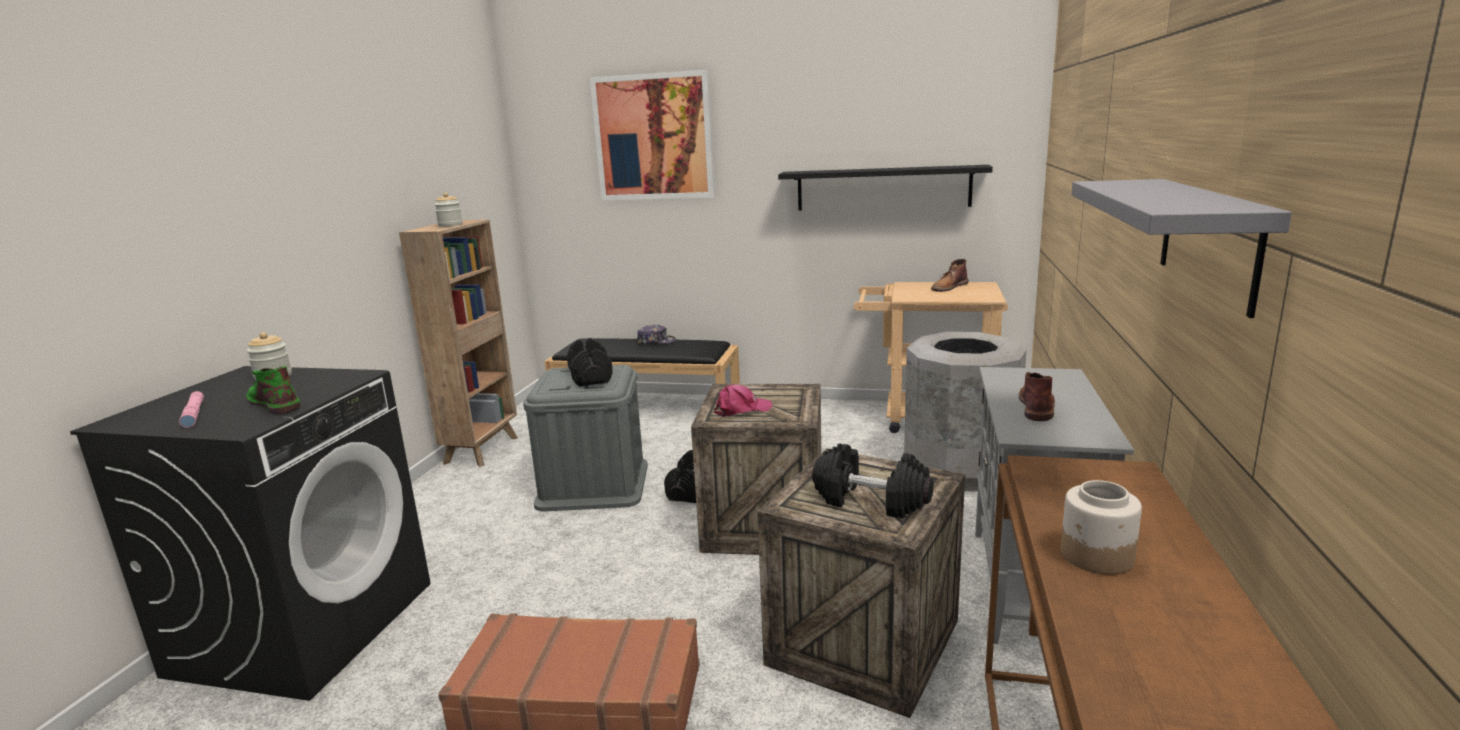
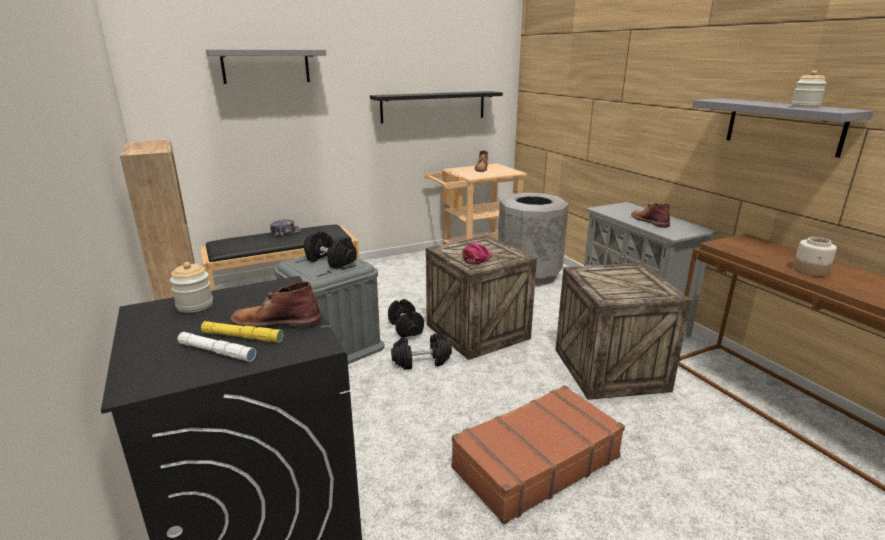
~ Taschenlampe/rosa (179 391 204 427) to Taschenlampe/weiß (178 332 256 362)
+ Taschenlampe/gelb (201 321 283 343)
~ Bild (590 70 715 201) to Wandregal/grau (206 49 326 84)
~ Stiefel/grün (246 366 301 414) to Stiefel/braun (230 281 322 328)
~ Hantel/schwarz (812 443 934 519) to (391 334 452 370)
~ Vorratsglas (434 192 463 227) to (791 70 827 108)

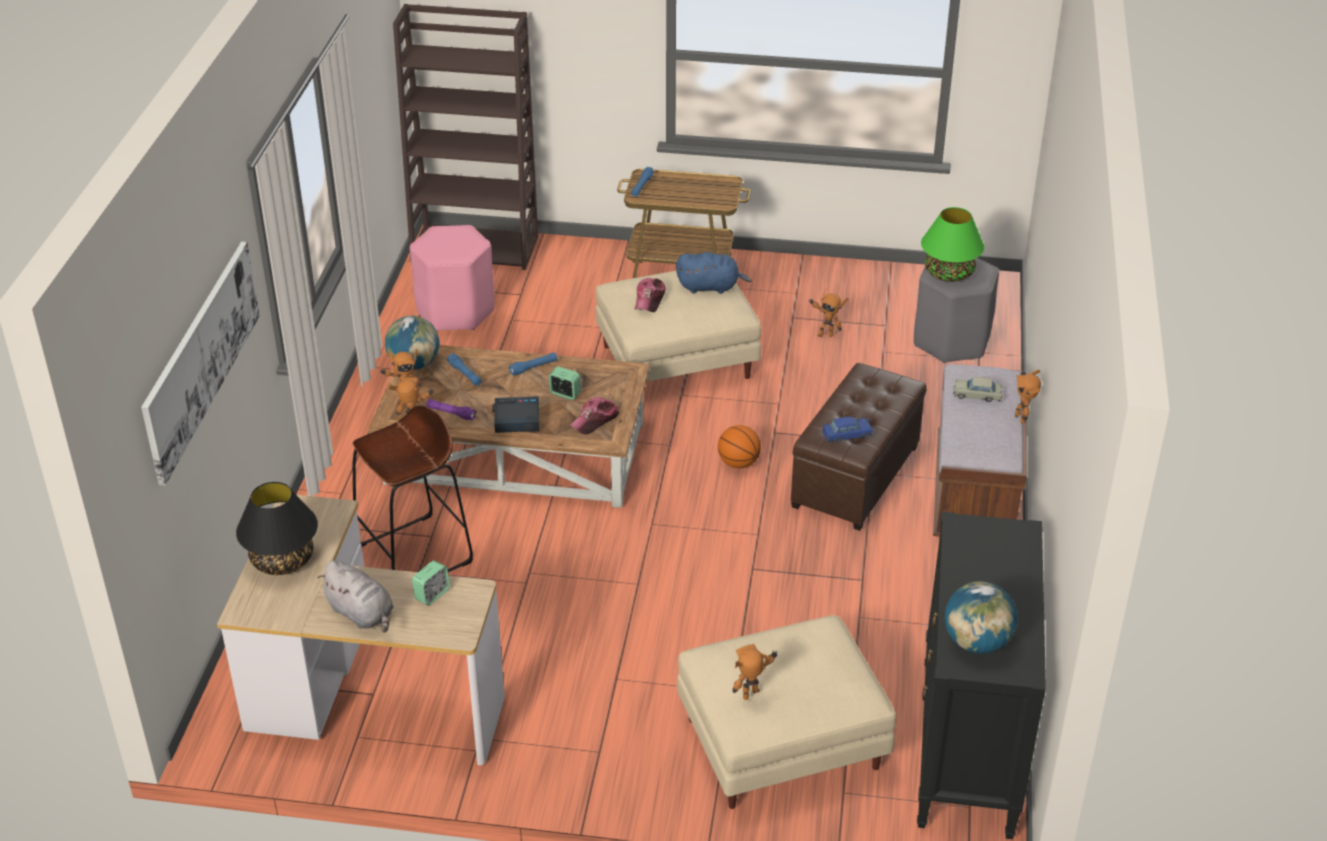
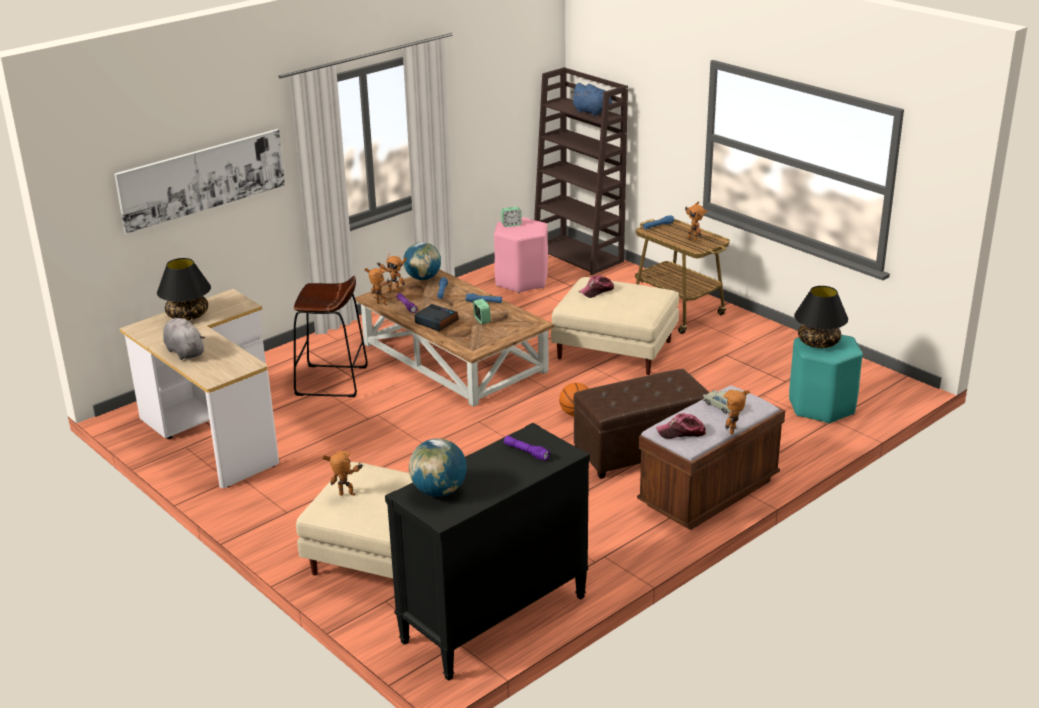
~ Plüschtier/grau (318 560 394 633) = (163 318 205 360) 150 degrees clockwise
~ Wecker (412 560 450 605) to (501 207 522 227)
+ Taschenlampe/lila (504 436 550 461)
~ Plüschtier/blau (676 252 752 294) to (571 83 612 116)
~ Kappe (570 397 620 435) to (656 413 706 439)
~ Spielzeugroboter (810 289 848 337) to (685 201 707 241)
~ Hocker/grau (914 257 999 363) to Hocker/türkis (789 335 863 424)
~ Tischlampe/grün (921 207 984 282) to Tischlampe/schwarz (794 286 848 348)
- Spielzeugauto/blau (822 417 873 442)

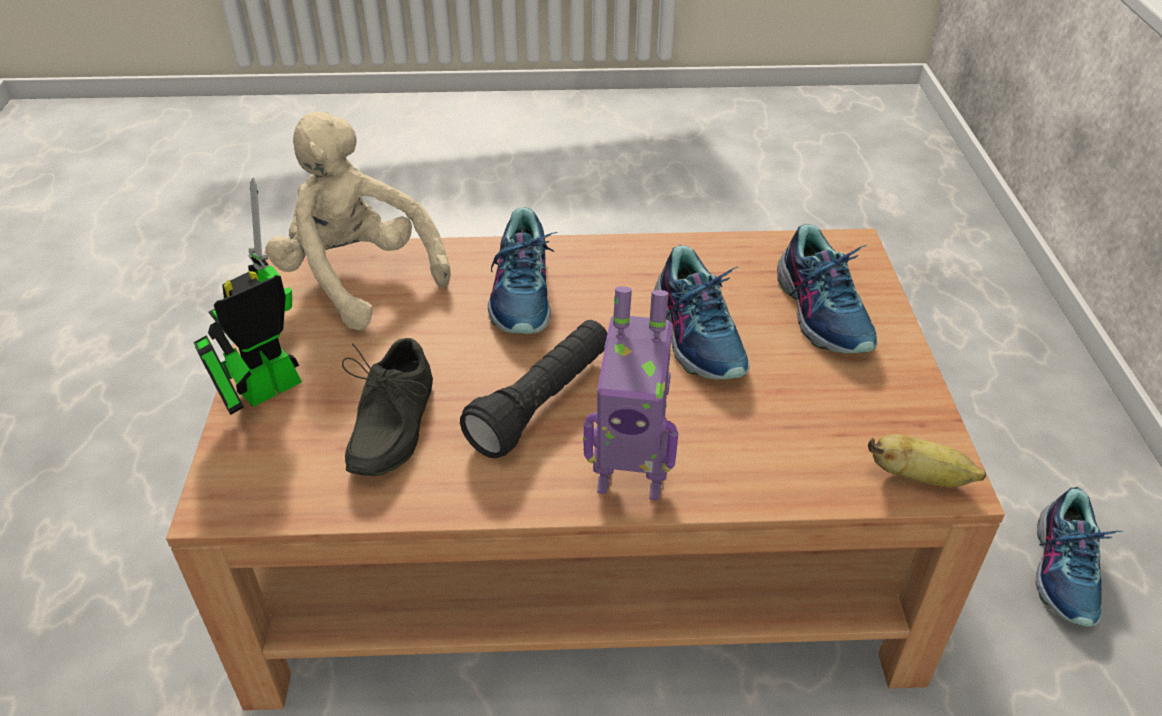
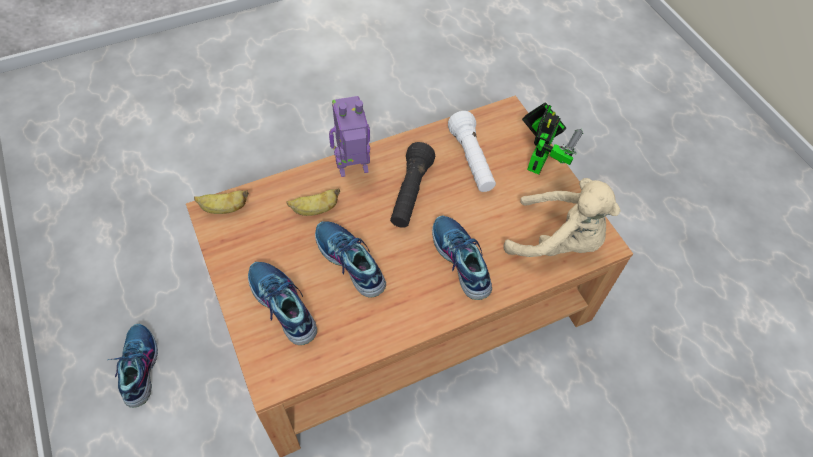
+ Banane (286 188 340 216)
~ Schuh/grau (342 338 433 476) to Taschenlampe/weiß (448 111 496 192)

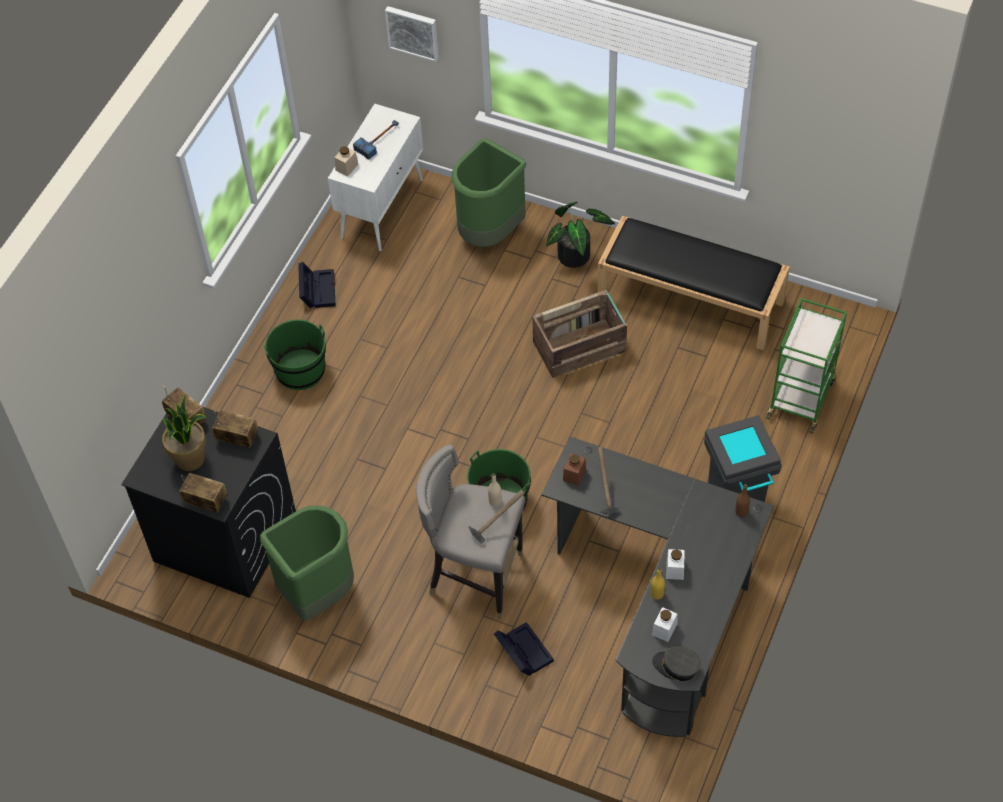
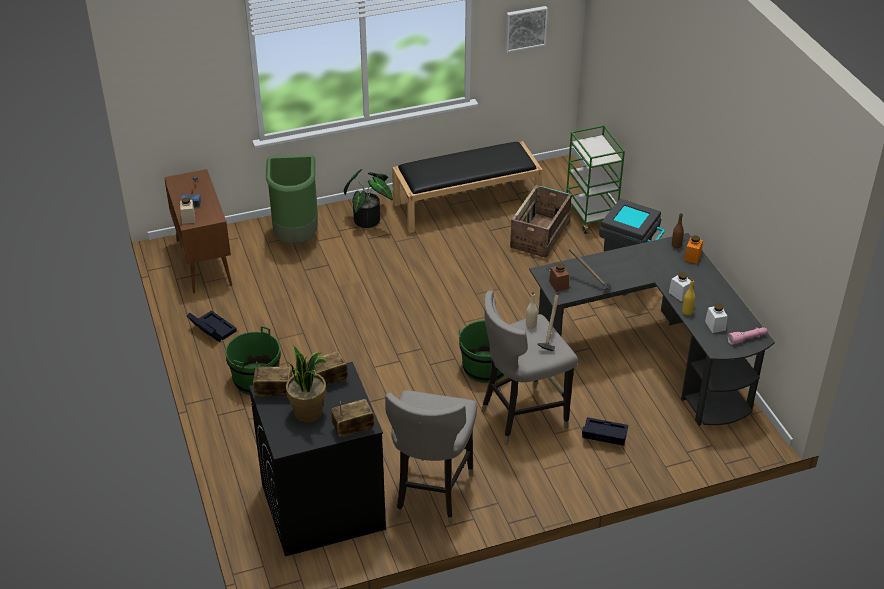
~ Schrank/weiß (328 104 423 251) to Schrank/braun (164 169 232 293)
~ Mülleimer/grün (260 506 354 621) to Hocker/grau (385 390 477 526)
~ Bild (385 6 439 62) to (505 6 548 52)
~ Kiste (532 290 627 378) to (510 185 572 258)
+ Vorratsglas/orange (684 235 703 264)
~ Kappe/grau (652 646 701 681) to Taschenlampe/rosa (727 327 767 345)

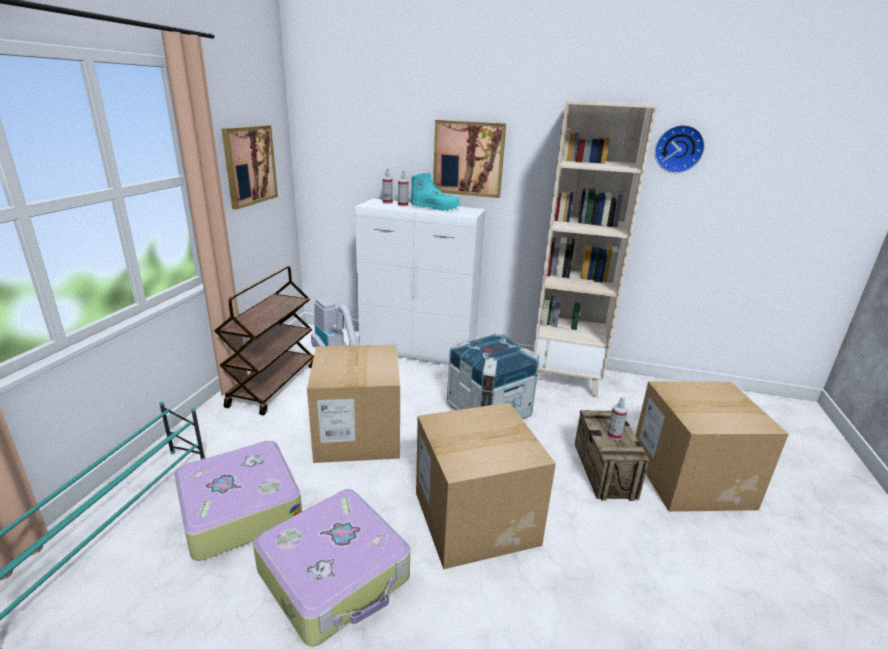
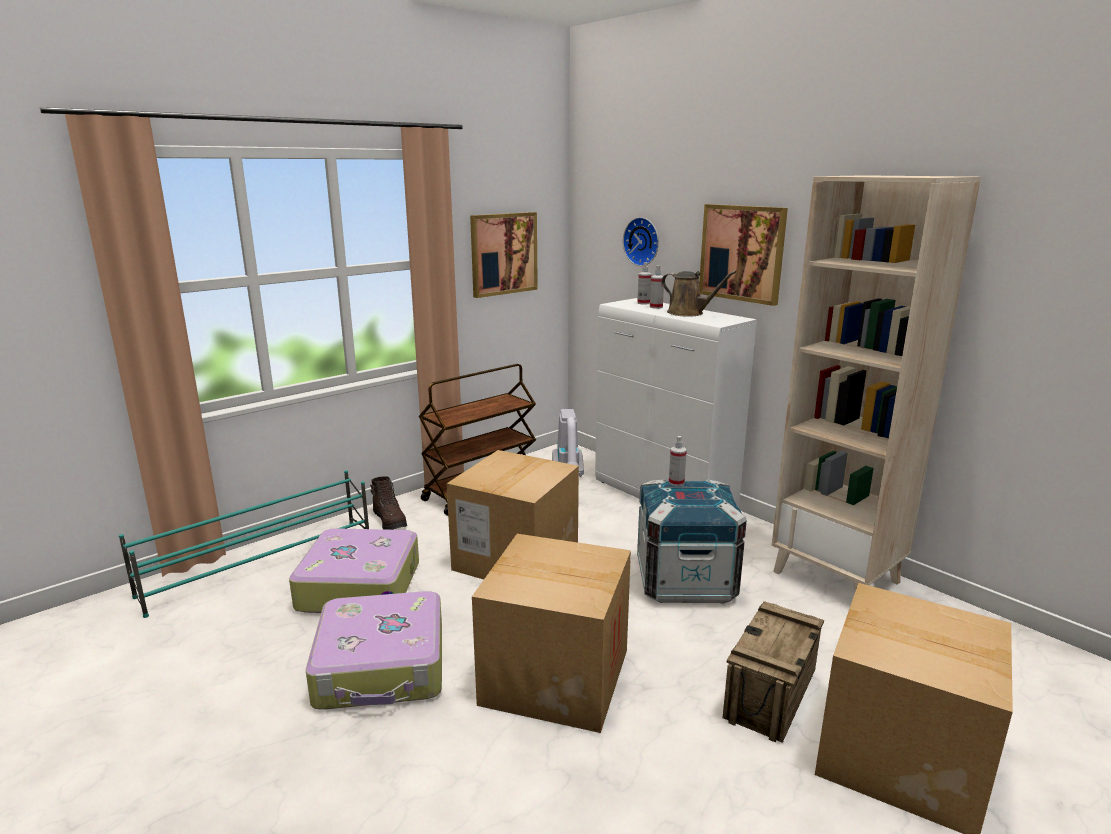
+ Stiefel/braun (370 476 407 530)
~ Wanduhr (655 125 705 173) to (623 217 659 266)
~ Stiefel/türkis (410 172 461 211) to Gießkanne/braun (661 271 736 317)
~ Sprühflasche (607 397 628 440) to (669 436 687 486)

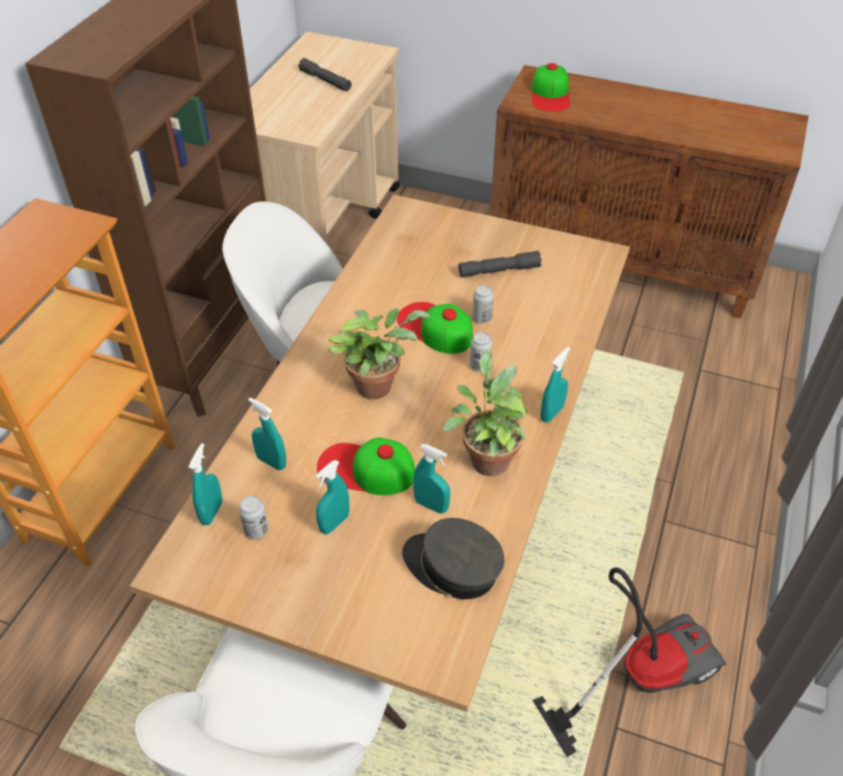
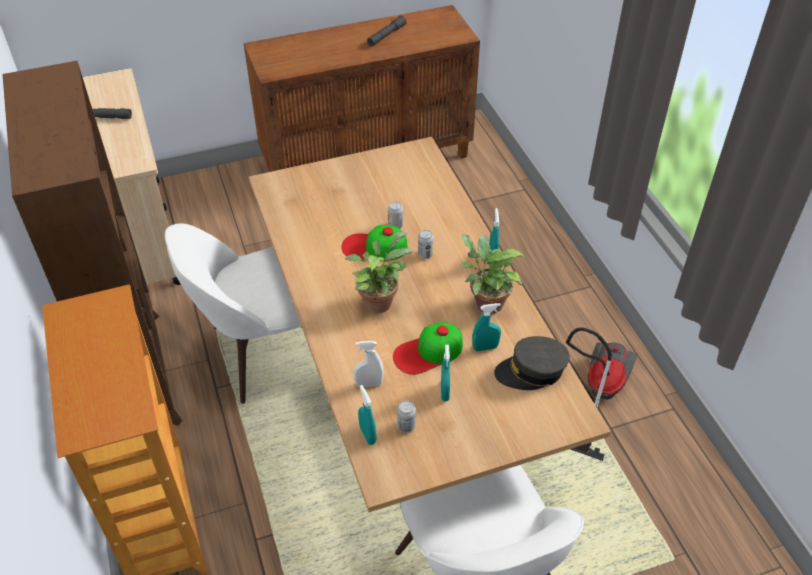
~ Sprühflasche/türkis (248 398 286 470) to Sprühflasche/weiß (353 341 383 387)
~ Taschenlampe/grau (459 251 542 277) to (367 15 407 46)
- Kappe (532 63 570 112)

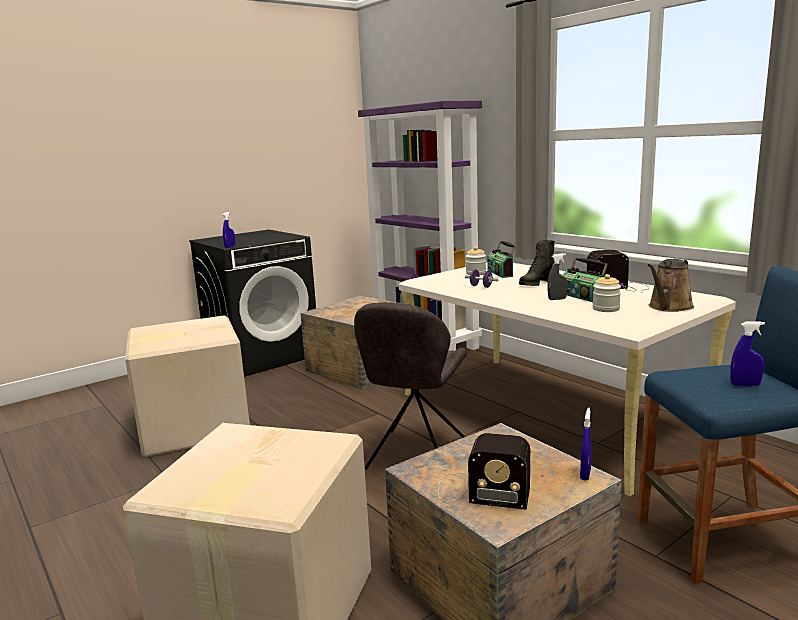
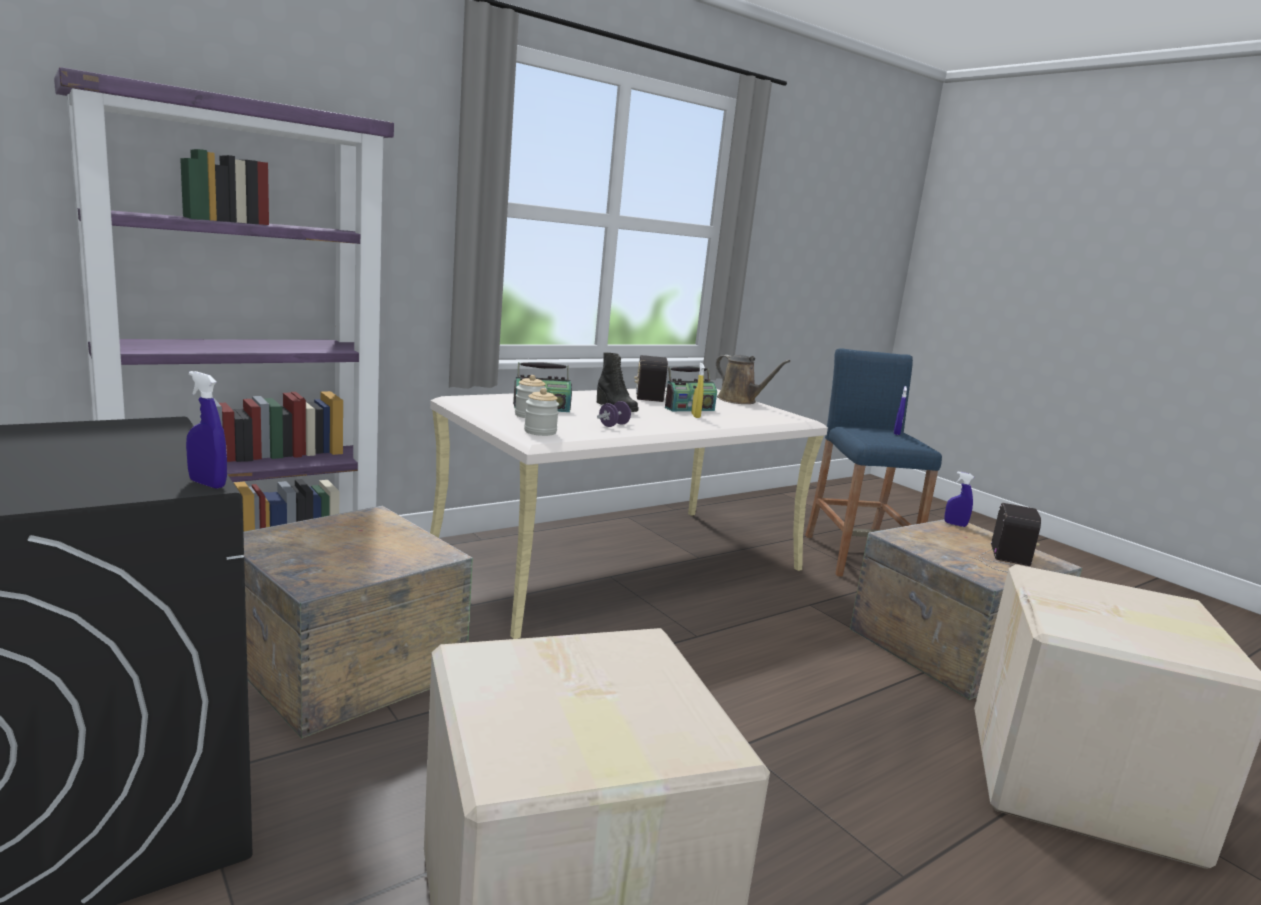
~ Vorratsglas (593 274 621 312) to (524 388 559 436)
~ Sprühflasche/grau (547 253 568 300) to Sprühflasche/gelb (691 363 705 418)
- Stuhl/grau (354 302 467 470)

